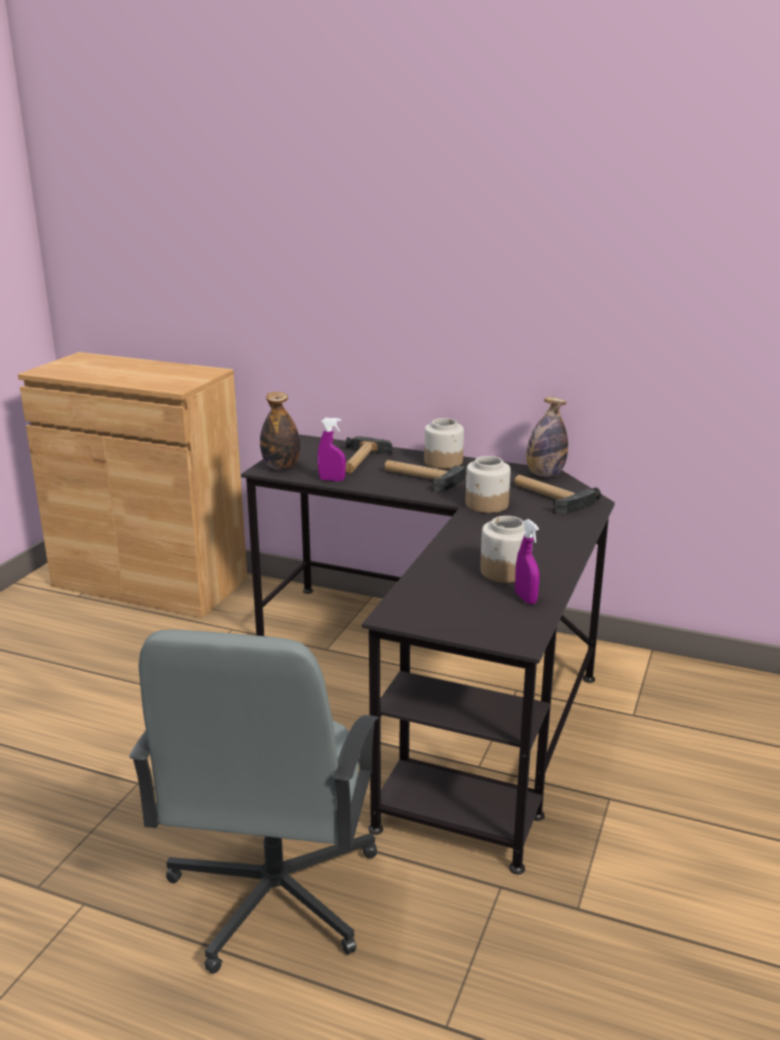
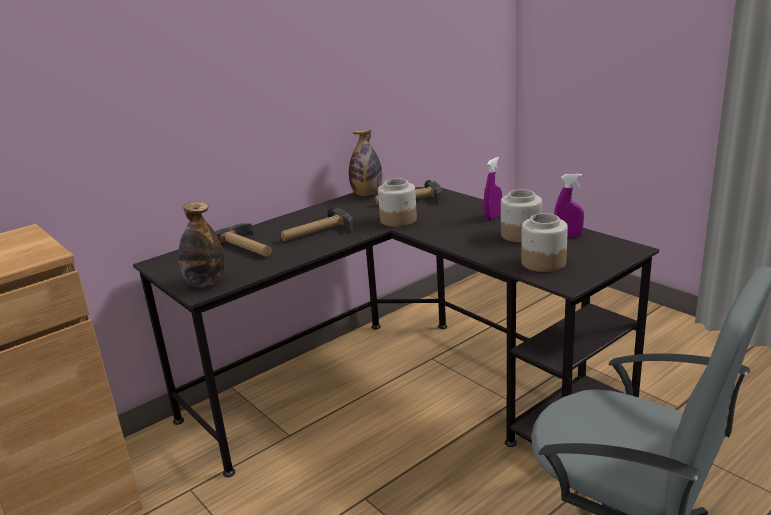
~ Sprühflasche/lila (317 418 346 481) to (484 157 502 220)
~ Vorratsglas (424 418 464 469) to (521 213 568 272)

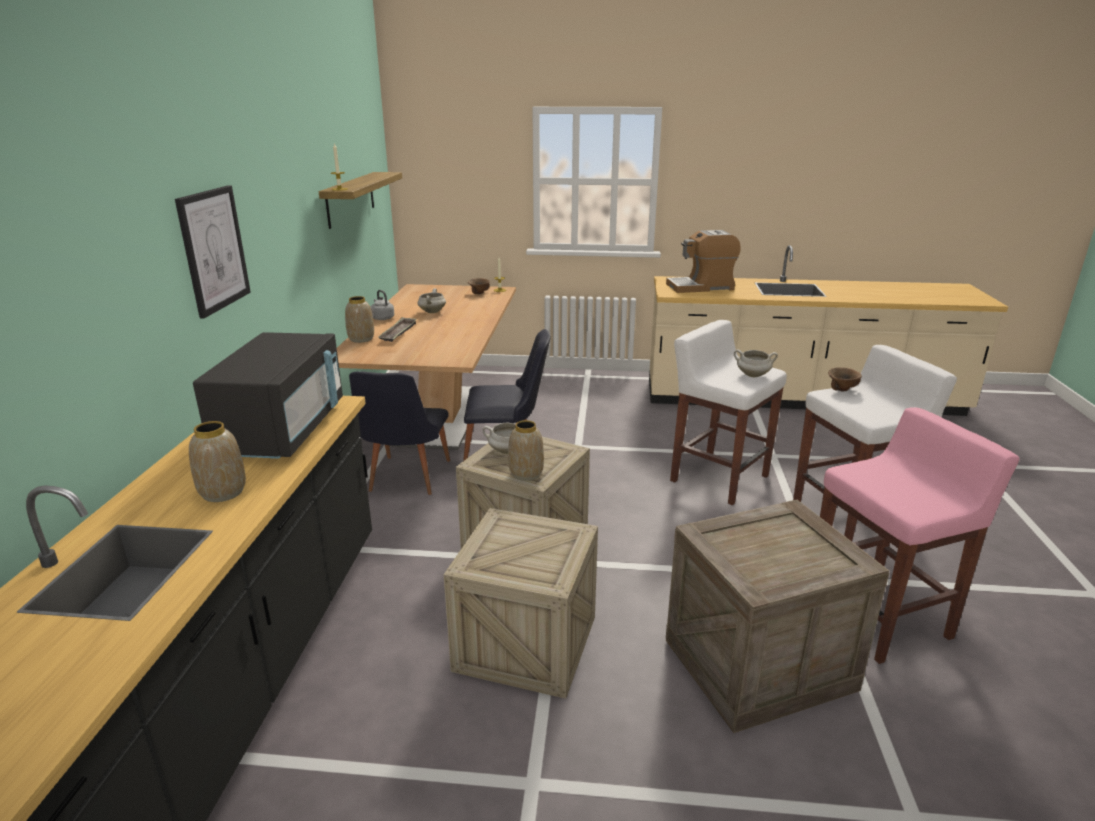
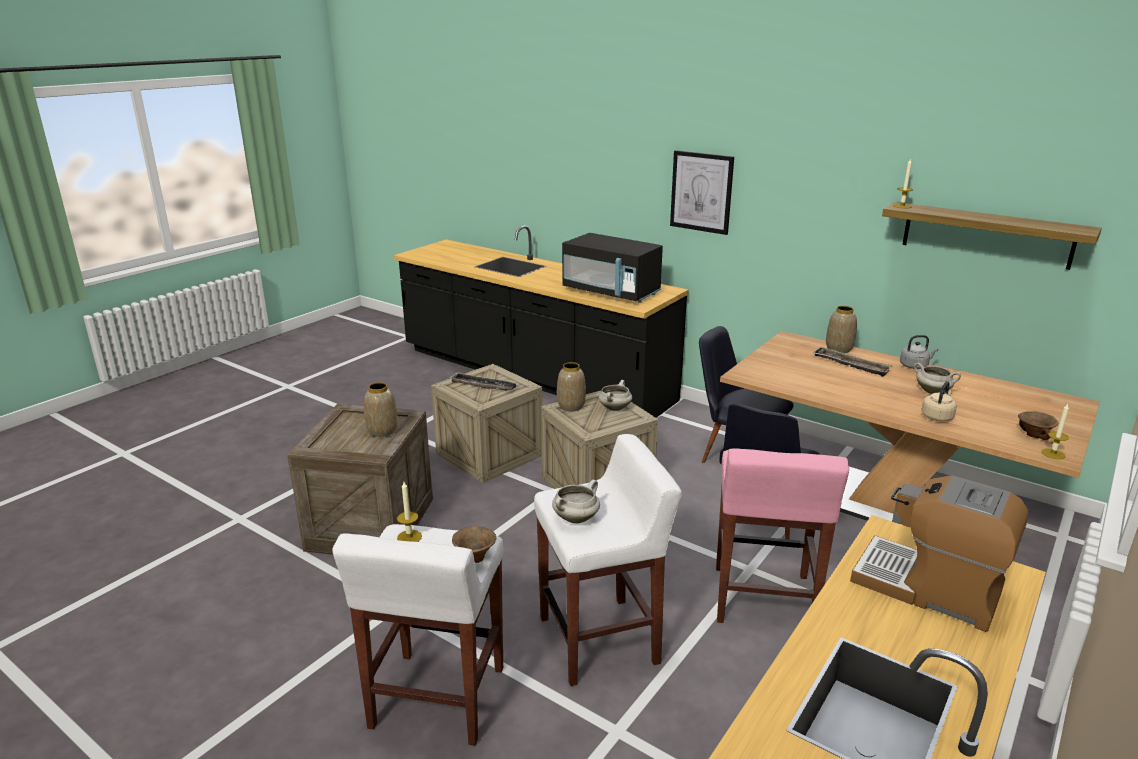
~ Vase (189 421 246 502) to (364 382 398 437)
+ Kerze (397 482 422 542)
+ Tablett (449 372 518 391)
~ Hocker/rosa (820 407 1020 664) to (716 448 849 623)
~ Kaffeemaschine (666 230 741 293) = (850 475 1028 632) 75 degrees counterclockwise
+ Wasserkessel/beige (921 381 957 422)

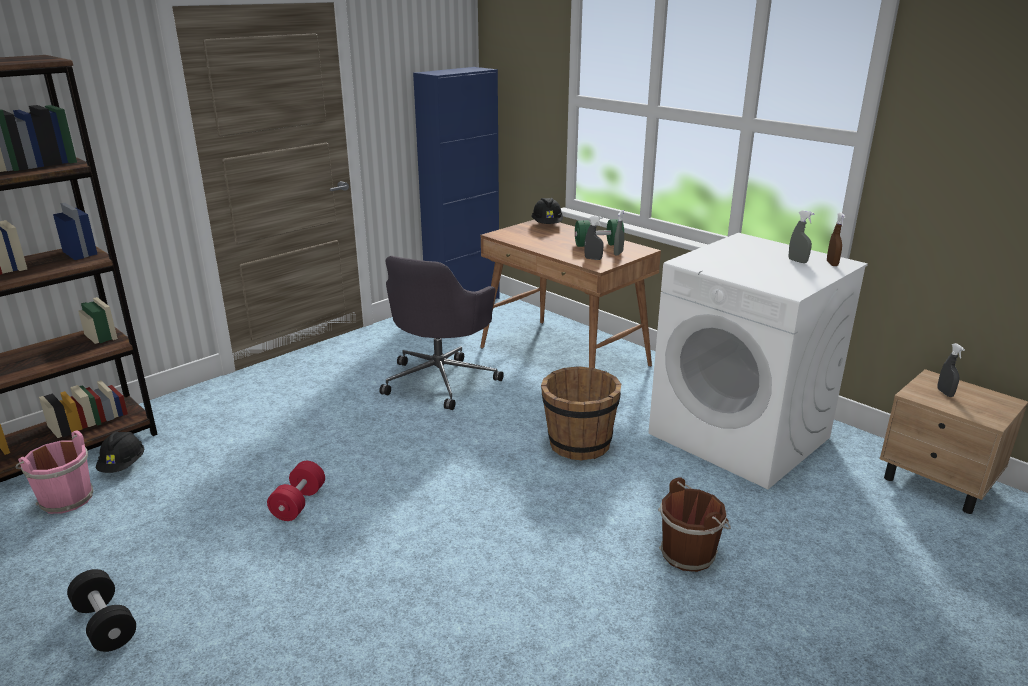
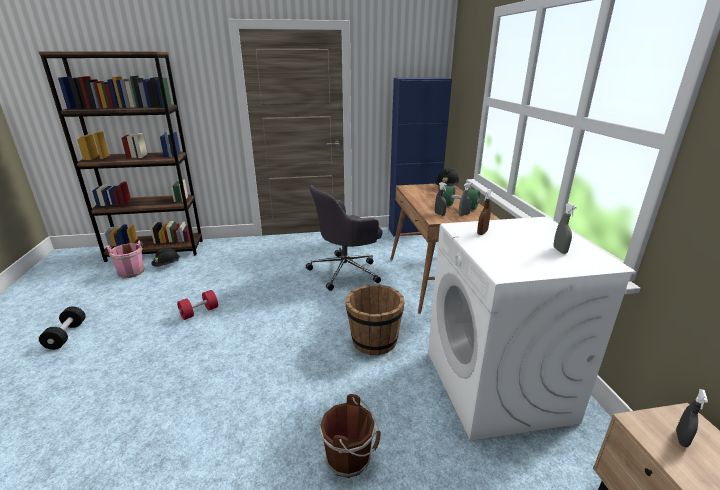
~ Sprühflasche/braun (827 212 846 266) to (477 189 492 235)

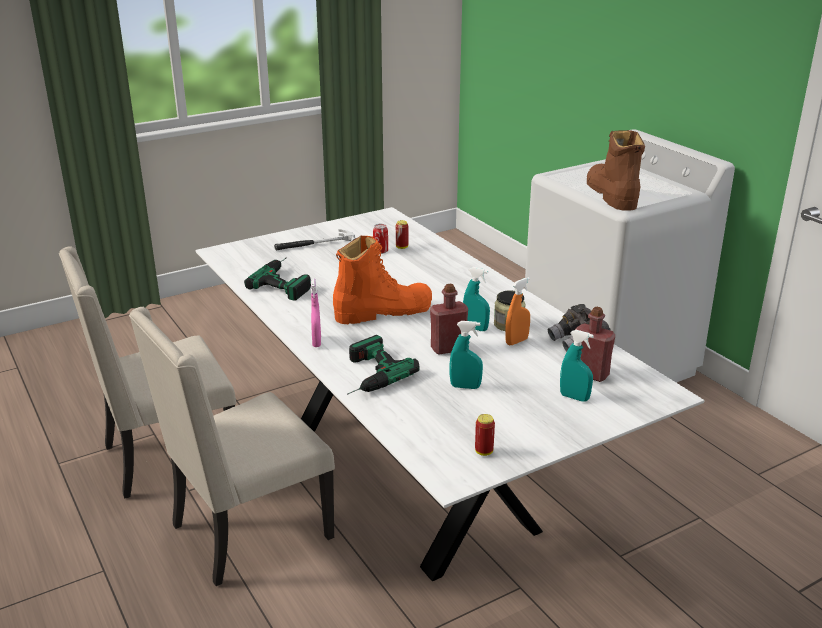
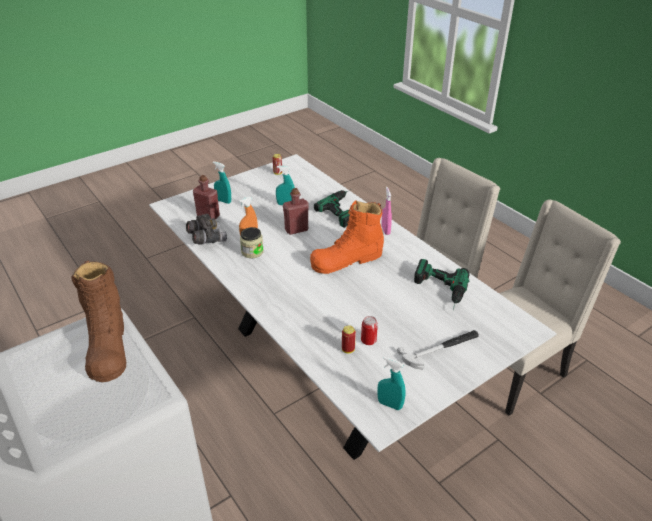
~ Sprühflasche/türkis (463 267 490 331) to (377 357 406 410)

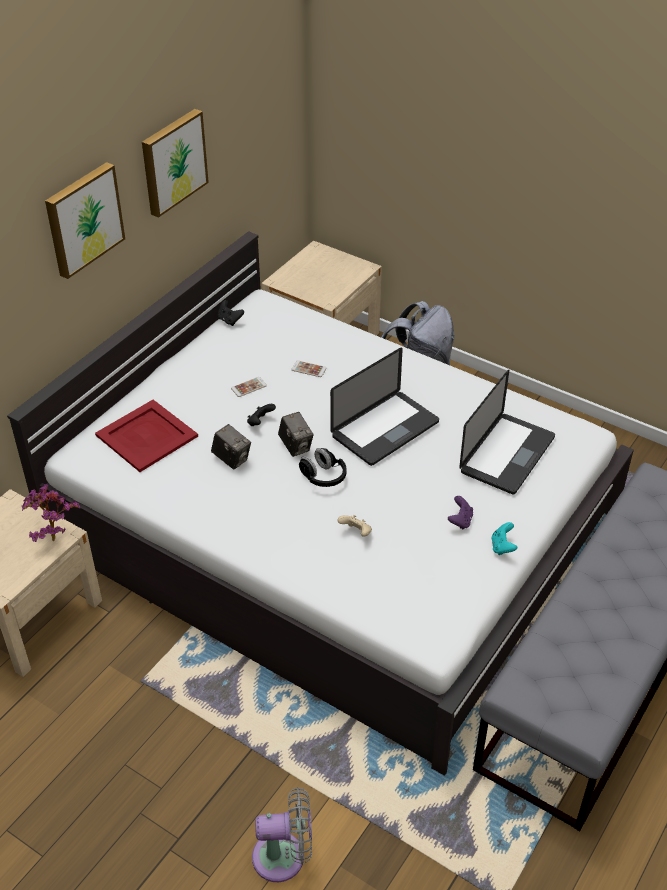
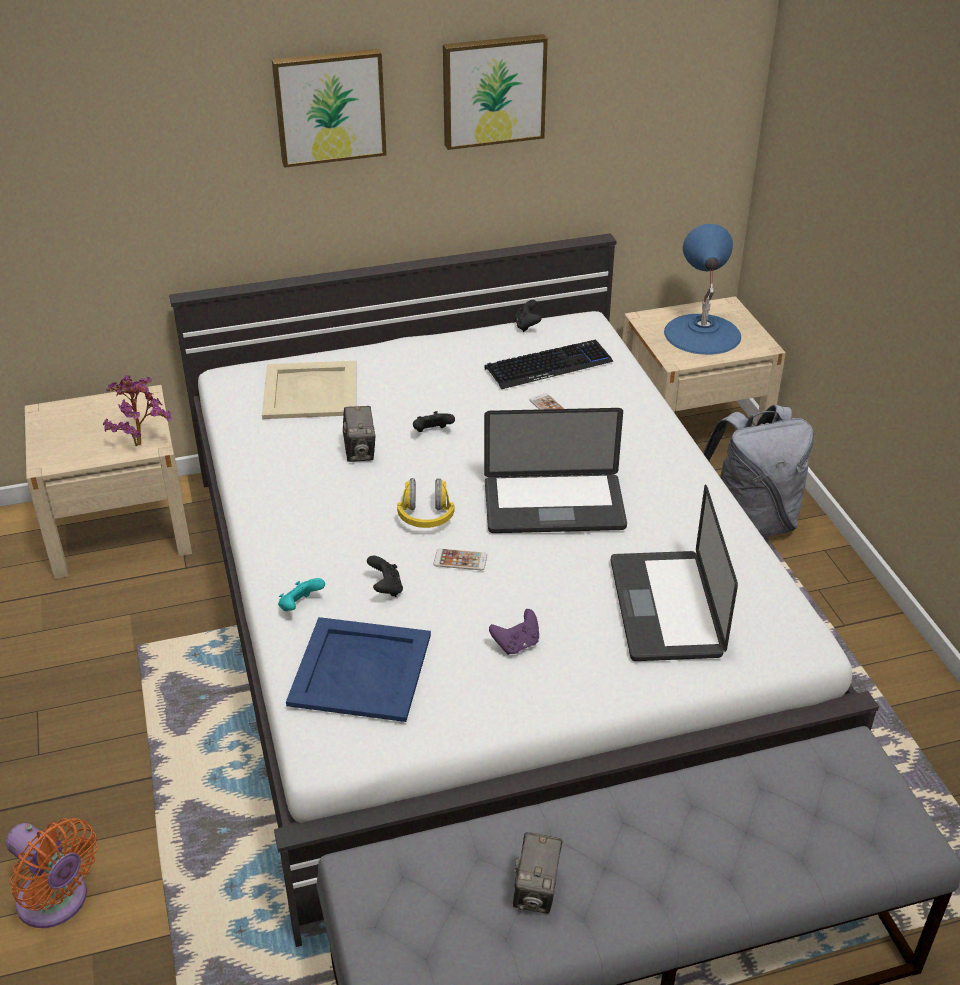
~ Ventilator/grau (252 787 312 882) to Ventilator/orange (6 818 98 928)
~ Tablett/rot (95 400 198 472) to Tablett/beige (262 361 356 419)
~ Gamepad/türkis (491 522 517 555) to (278 578 325 611)
+ Tablett/blau (286 617 431 722)
~ Gamepad/beige (337 515 372 537) to Gamepad/schwarz (367 555 403 597)
~ Kopfhörer/schwarz (299 448 347 487) to Kopfhörer/gelb (397 478 455 528)
~ Handy (231 377 267 397) to (433 549 487 570)
+ Tastatur (484 339 614 389)
~ Kamera (278 412 314 457) to (513 832 562 914)
~ Laptop (459 370 555 494) = (611 485 738 661) 105 degrees clockwise
+ Tischlampe/blau (664 224 741 355)

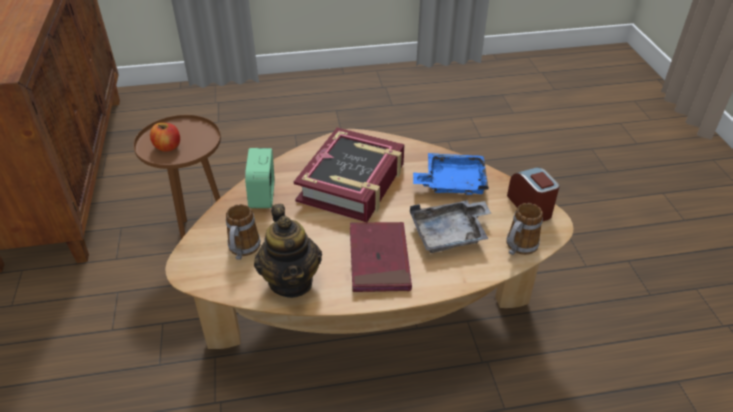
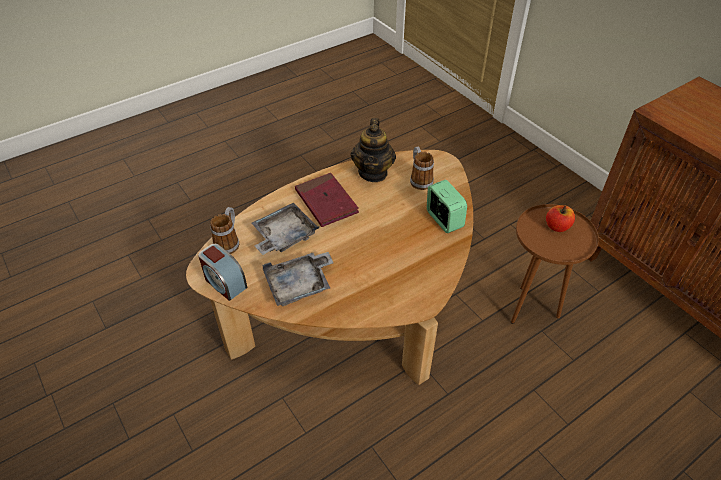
~ Tablett/blau (413 153 489 195) to Tablett/grau (263 252 334 306)
~ Teekanne (254 204 322 298) = (350 118 396 182) 135 degrees counterclockwise
- Buch (294 128 405 222)

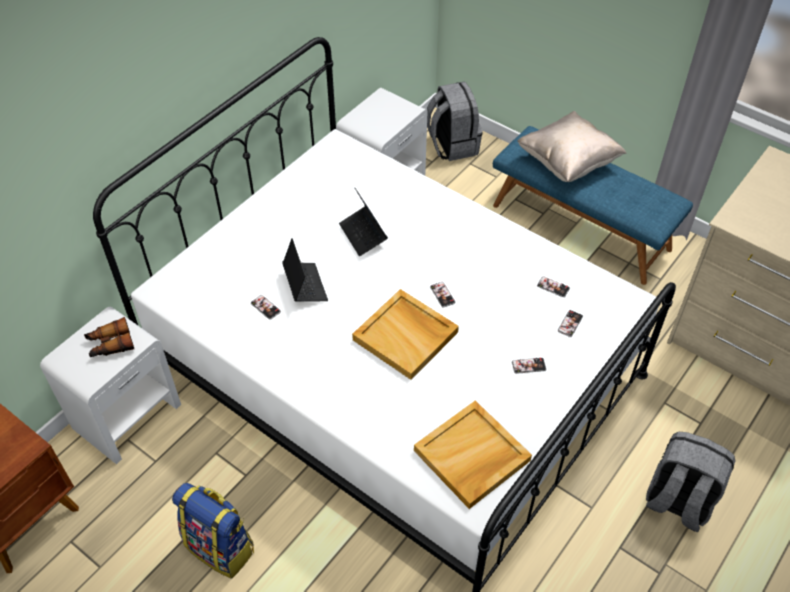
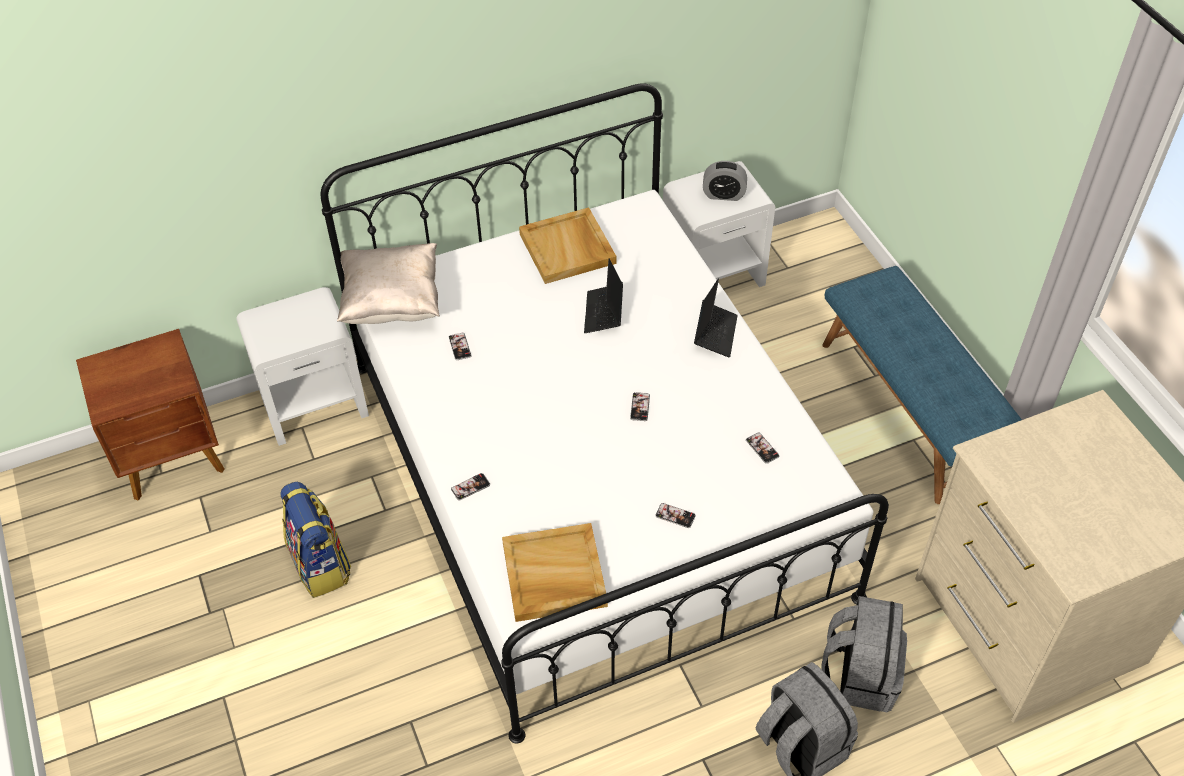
~ Kissen/beige (517 111 627 182) to (337 243 440 324)
~ Handy (558 310 583 337) to (451 473 490 501)
~ Tablett/beige (352 289 459 380) to (519 207 616 284)
~ Laptop (282 238 328 301) to (694 278 738 358)
+ Wecker (703 161 747 201)
~ Rucksack/grau (427 82 483 161) to (822 596 907 712)
- Fernglas (84 317 134 357)

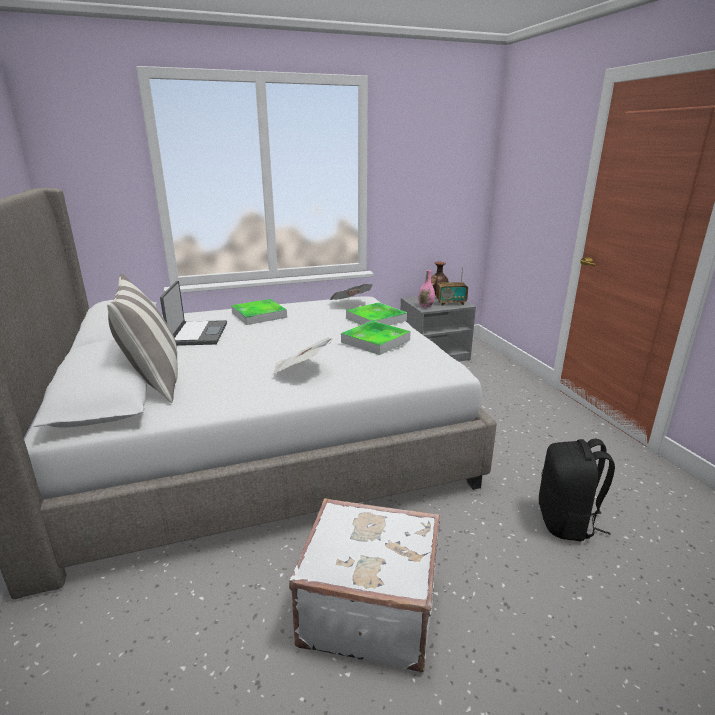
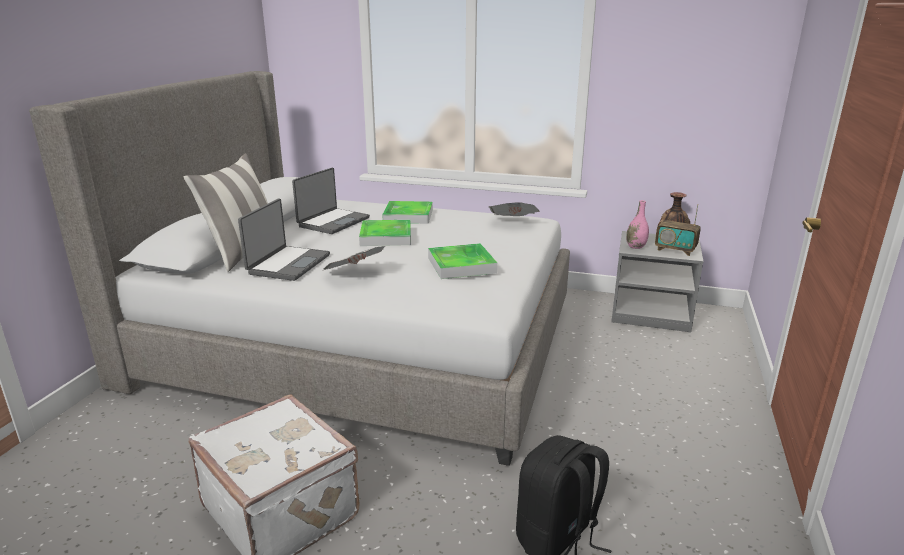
+ Laptop (238 199 330 281)
~ Tablett (346 302 407 325) to (359 220 411 246)

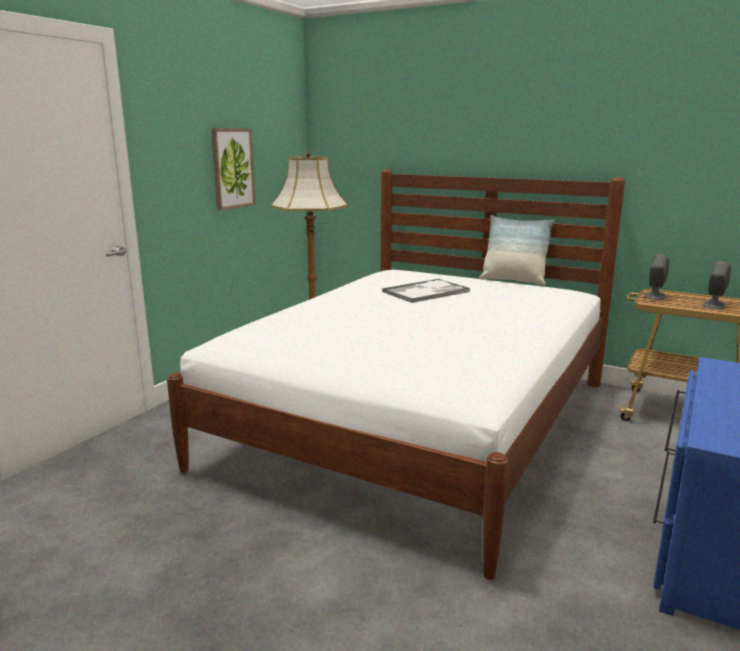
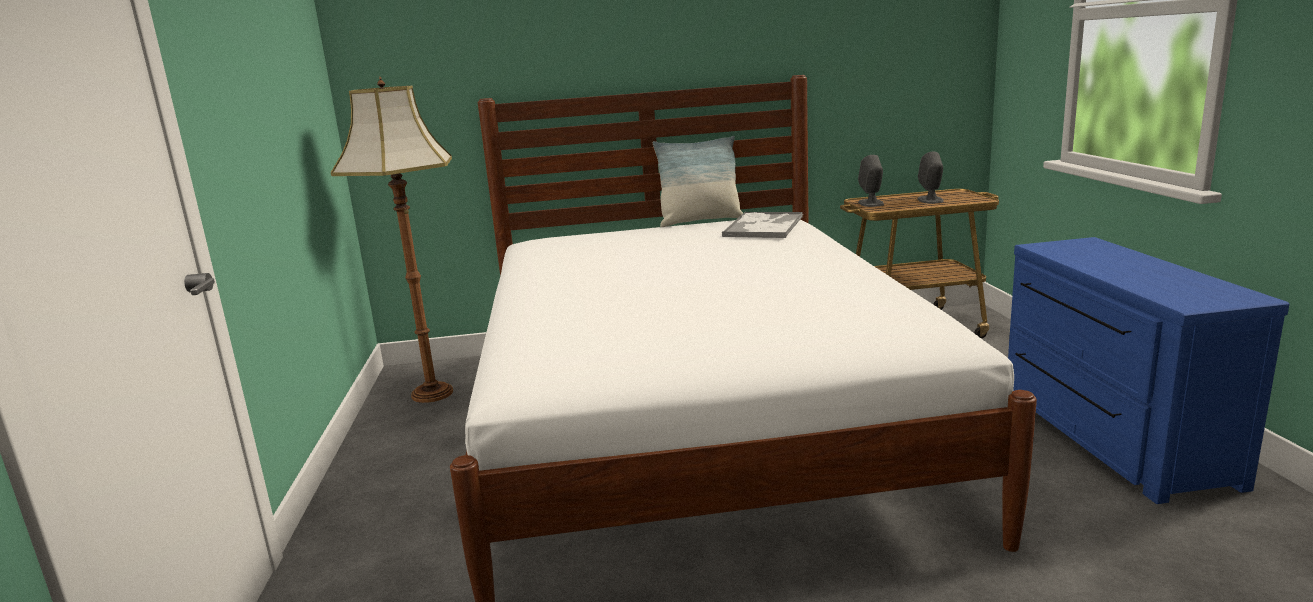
~ Tablett (382 279 470 303) to (721 212 803 238)
- Bild (211 128 256 210)

